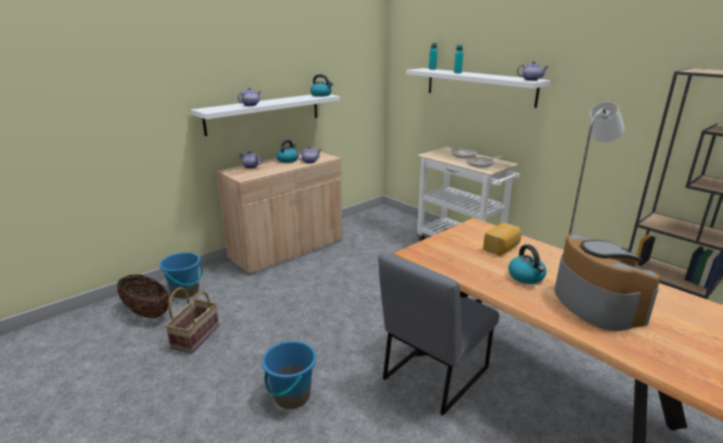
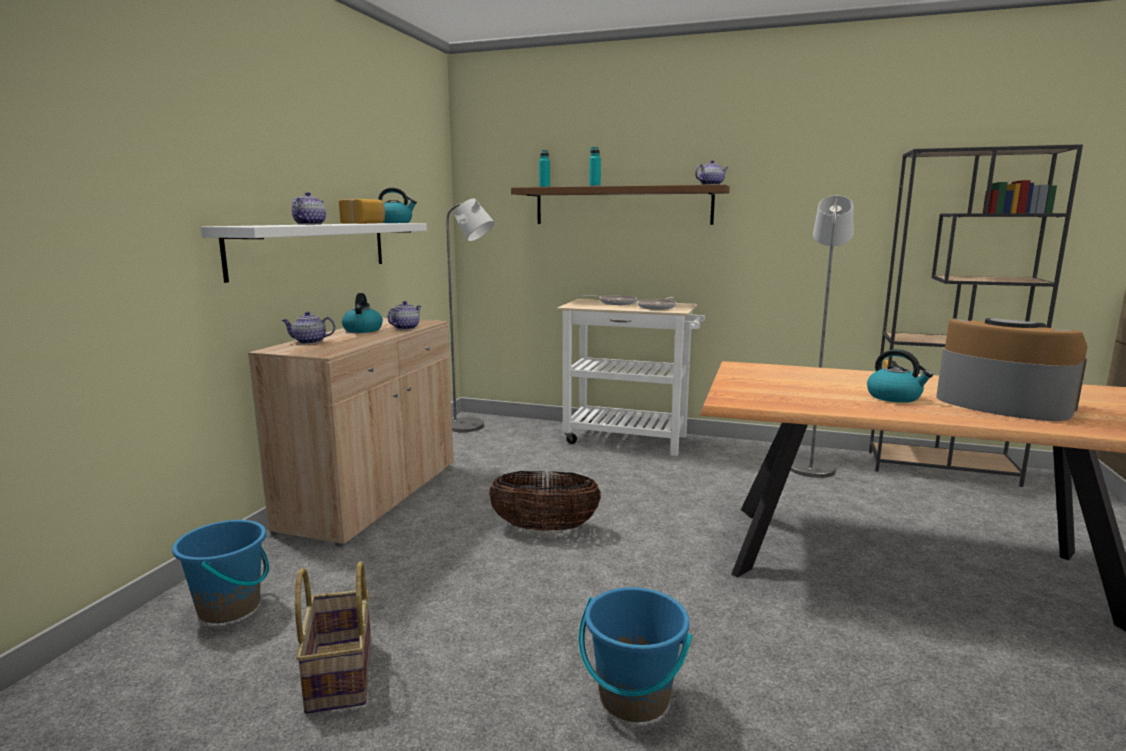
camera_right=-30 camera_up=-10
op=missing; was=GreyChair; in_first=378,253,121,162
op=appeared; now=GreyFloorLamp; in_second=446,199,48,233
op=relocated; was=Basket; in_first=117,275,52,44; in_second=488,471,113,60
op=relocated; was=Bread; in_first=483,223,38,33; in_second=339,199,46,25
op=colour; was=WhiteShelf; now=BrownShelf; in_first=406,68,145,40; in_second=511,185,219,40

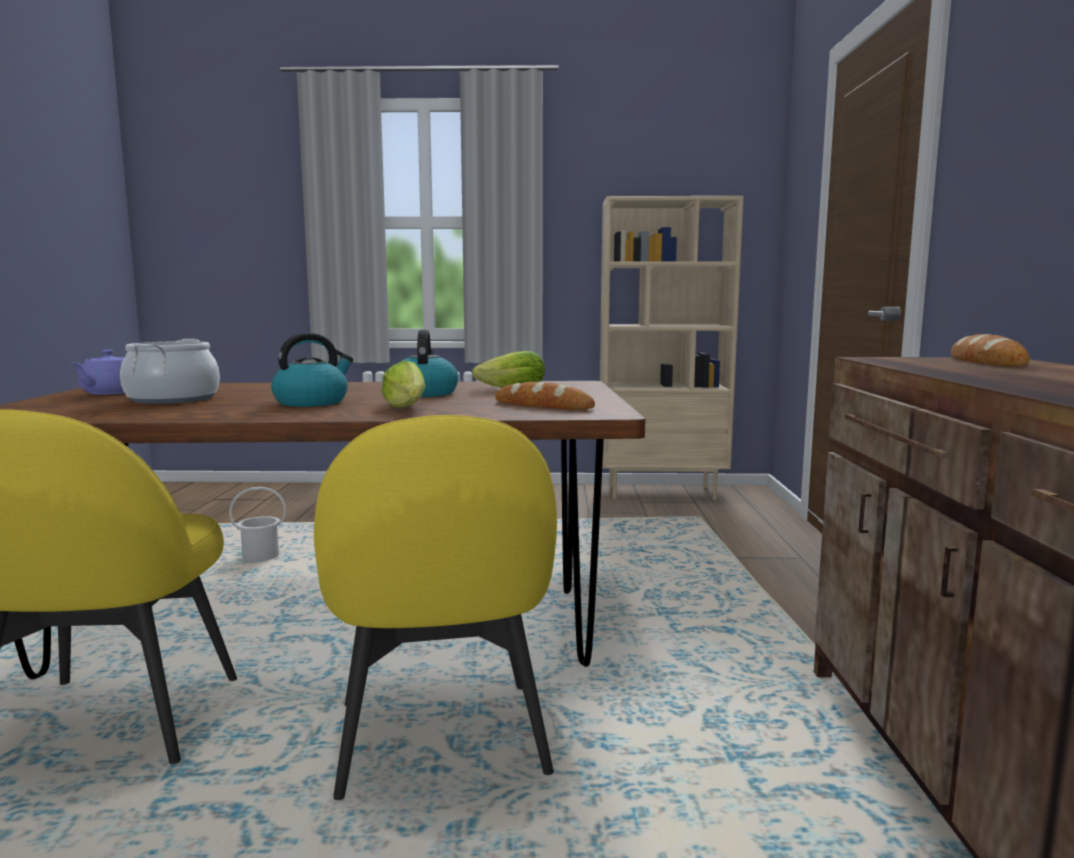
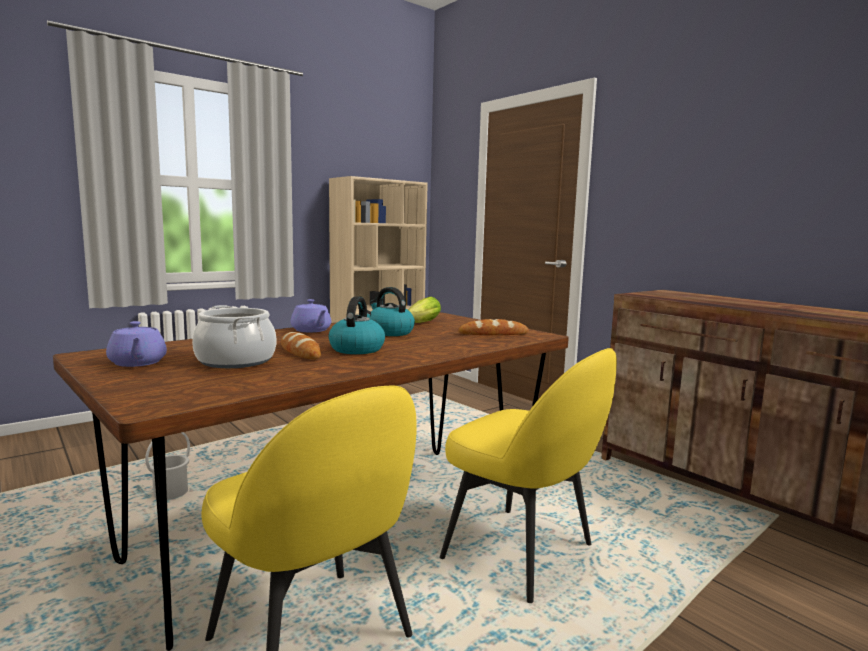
camera_right=-40 camera_up=0
op=missing; was=Lettuce; in_first=381,360,44,47
op=appeared; now=PurpleTeapot; in_second=291,299,40,33
op=relocated; was=Bread; in_first=951,334,79,33; in_second=281,332,40,27

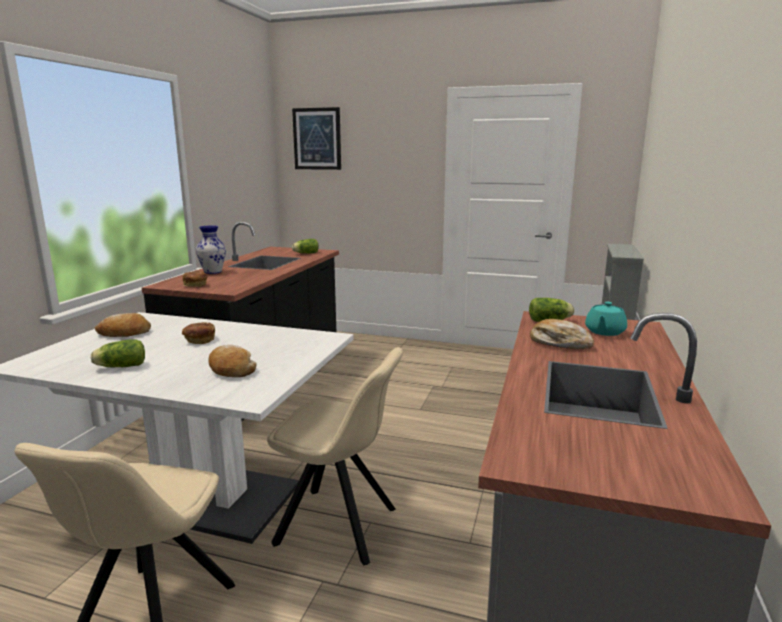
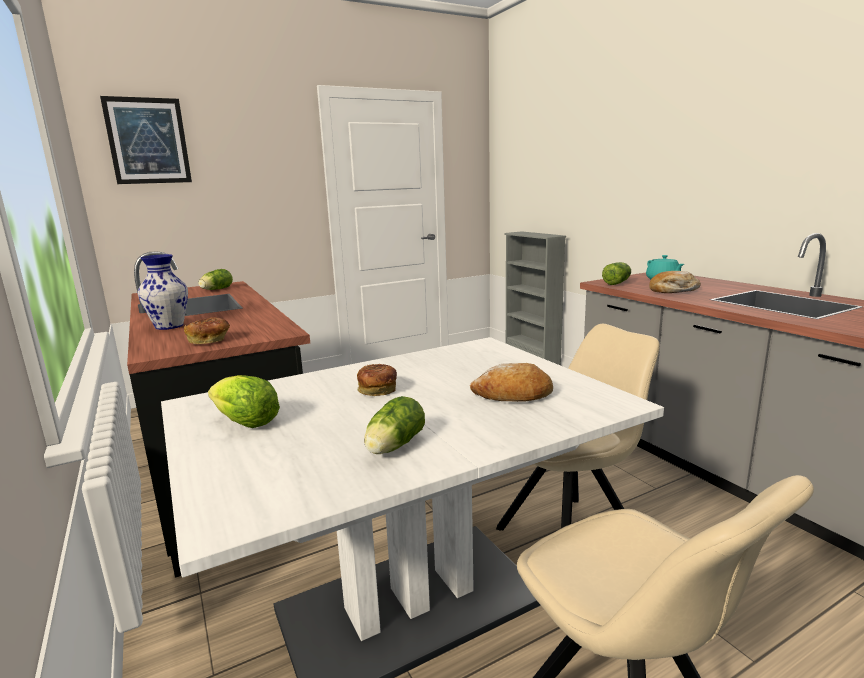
camera_right=-45 camera_up=0
op=exchanged; was=Bread; now=Lettuce; in_first=95,313,56,24; in_second=208,375,72,53

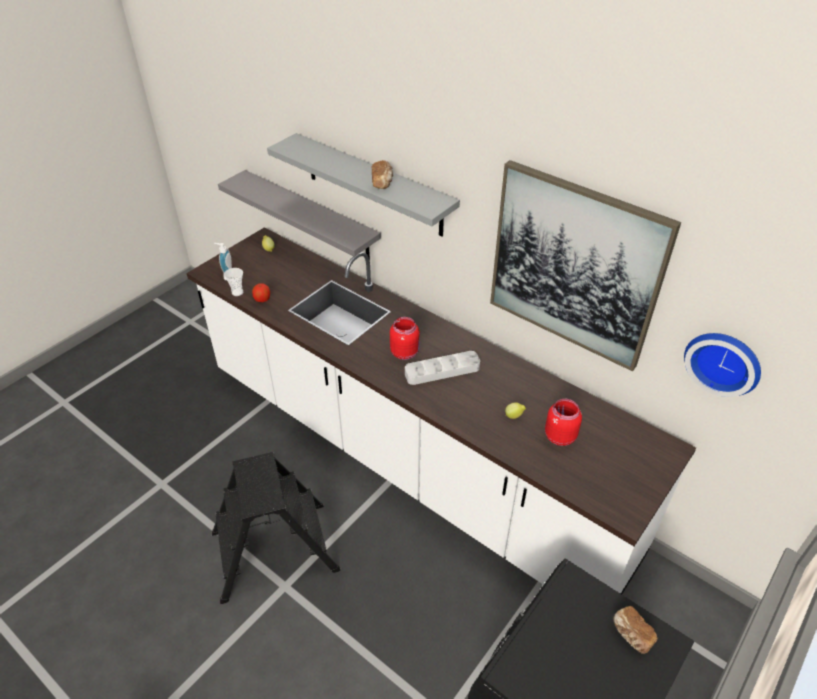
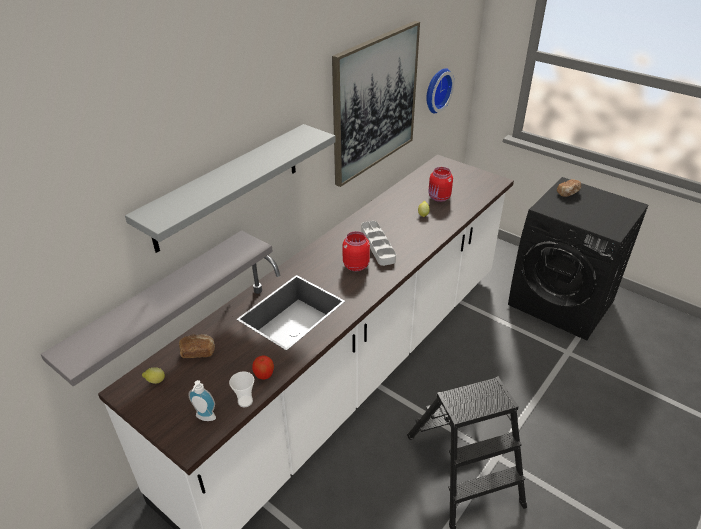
camera_right=-90 camera_up=-5
op=relocated; was=Bread; in_first=371,160,22,29; in_second=179,334,36,24

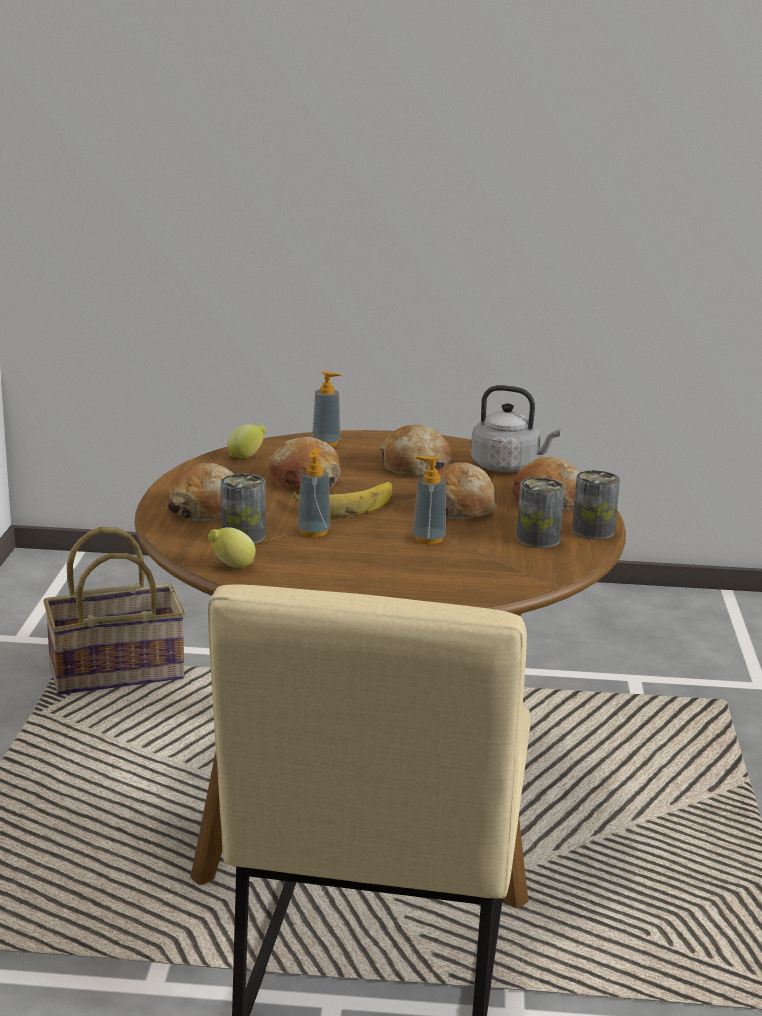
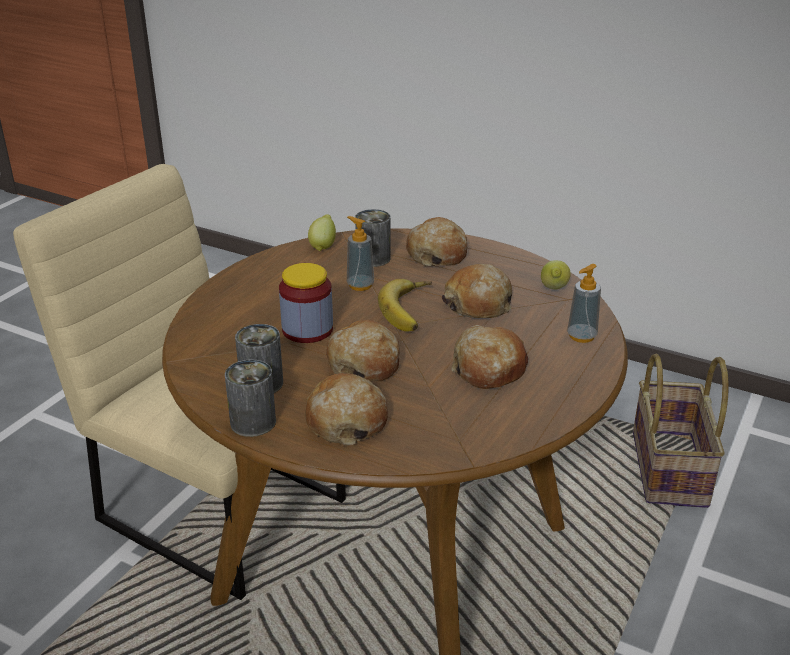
camera_right=115 camera_up=10
op=missing; was=GreyKettle; in_first=471,385,89,87
op=exchanged; was=SoapDispenser; now=Jar; in_first=413,456,33,88; in_second=279,263,54,80

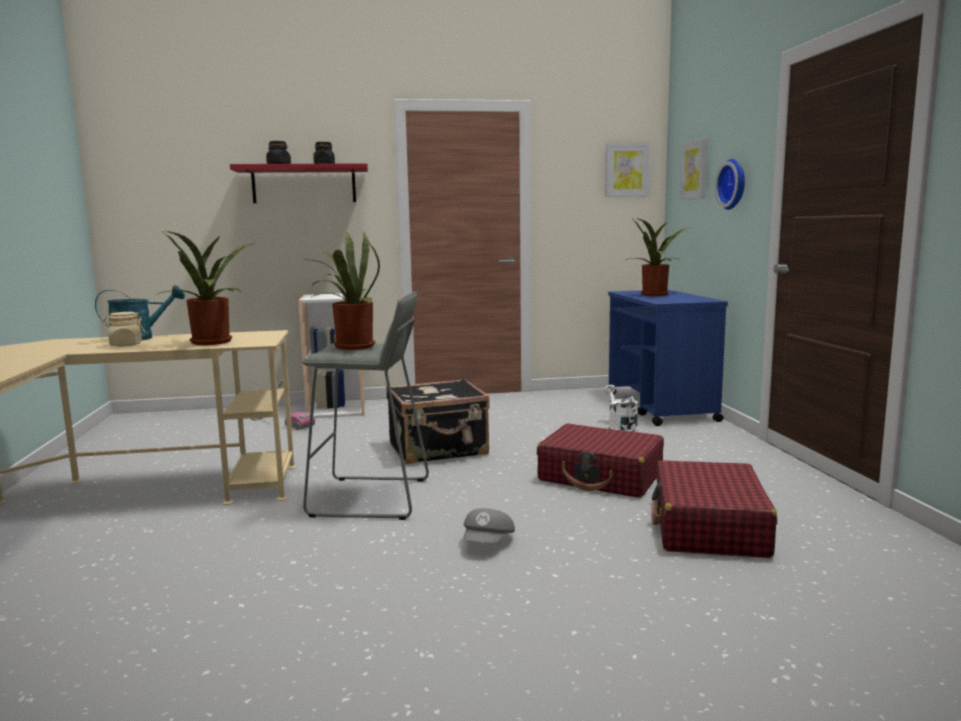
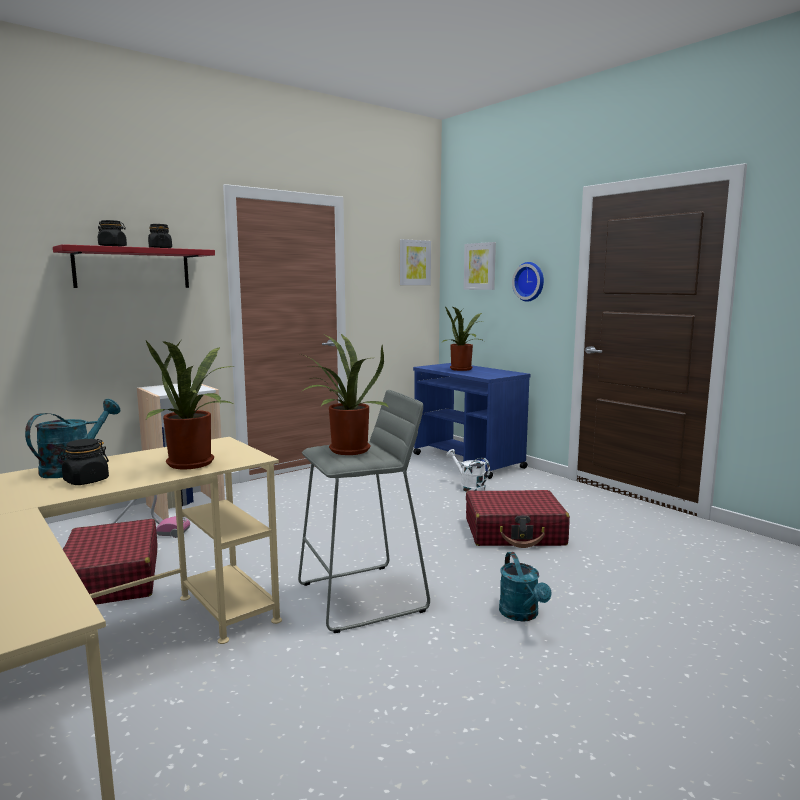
camera_right=-30 camera_up=0
op=missing; was=BlackSuitcase; in_first=386,379,103,85
op=relocated; was=RedSuitcase; in_first=652,460,125,98; in_second=63,519,94,86
op=exchanged; was=GreyCap; now=TurquoiseWateringCan; in_first=463,508,52,35; in_second=499,552,52,69
op=colour; was=BeigeJar; now=BlackJar; in_first=103,312,42,35; in_second=58,439,51,46

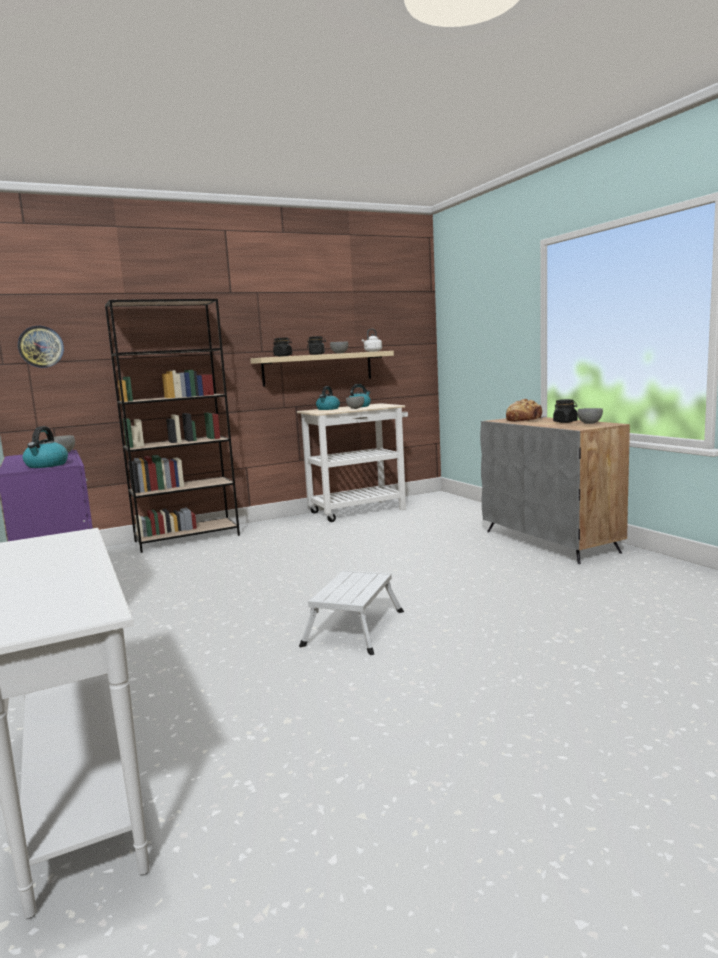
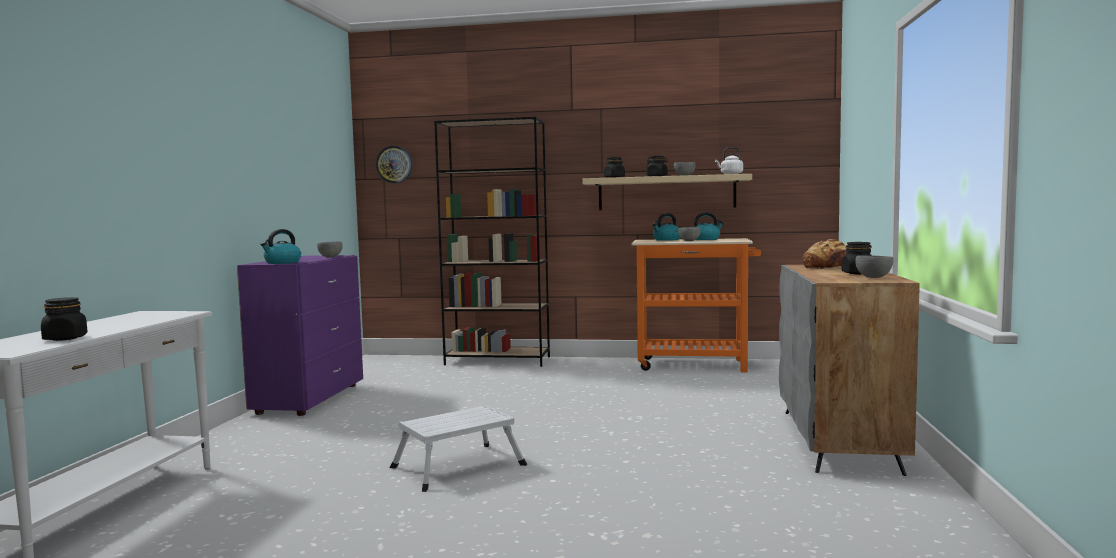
camera_right=35 camera_up=-5
op=appeared; now=BlackJar; in_second=41,297,47,44
op=colour; was=WhiteCart; now=OrangeCart; in_first=297,403,111,119; in_second=632,238,129,135

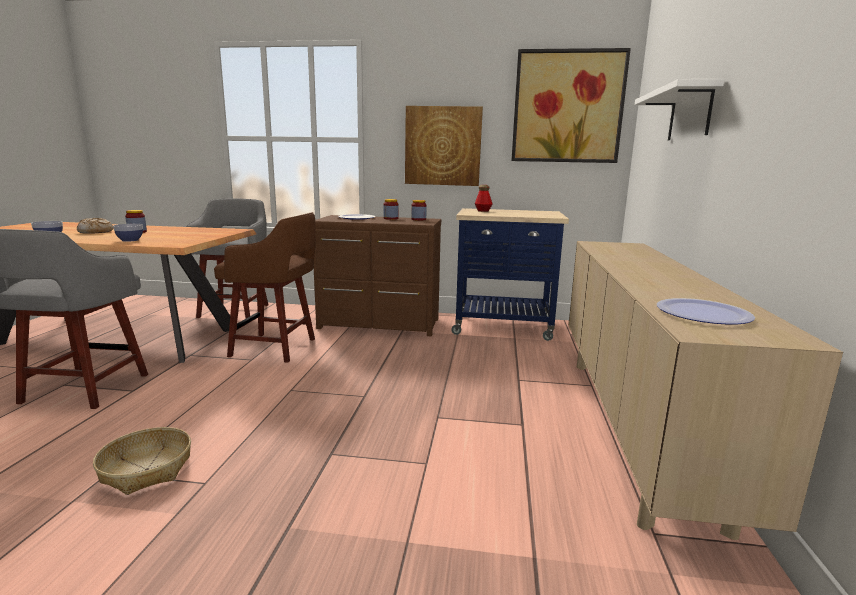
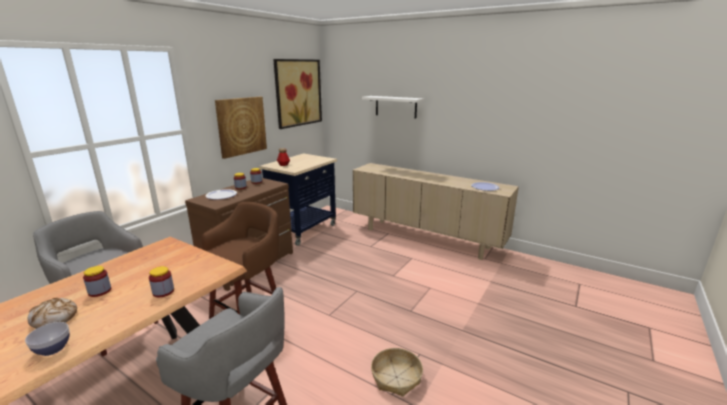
camera_right=-65 camera_up=5
op=exchanged; was=Bowl; now=Jar; in_first=113,224,30,18; in_second=149,266,25,31

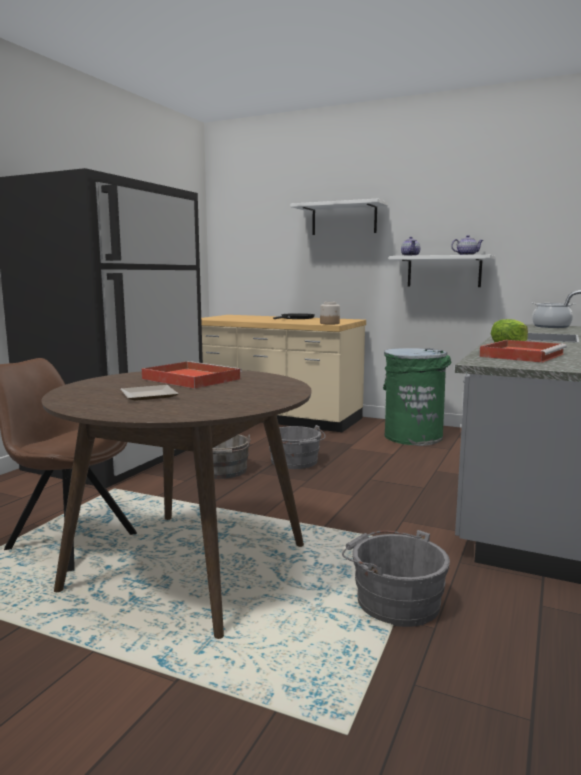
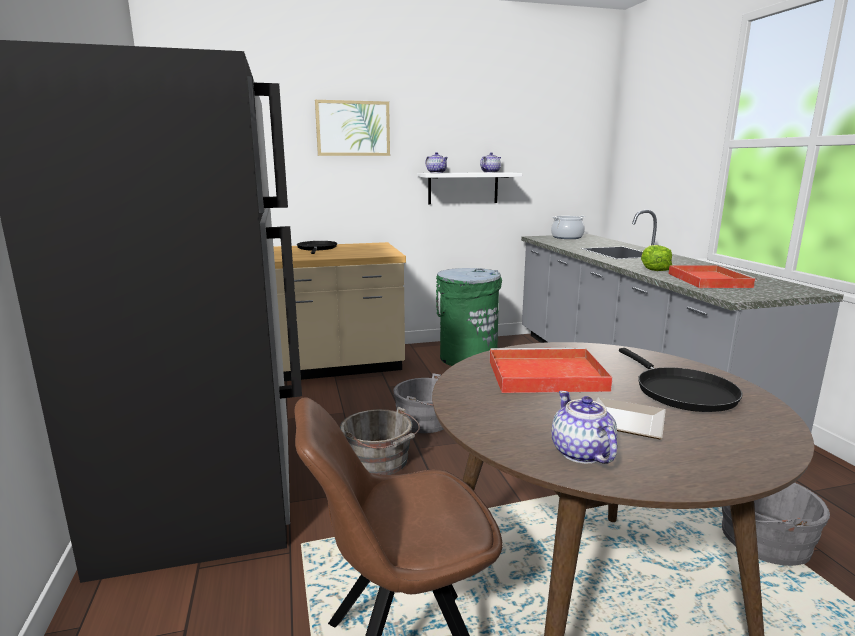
camera_right=-40 camera_up=5
op=missing; was=Jar; in_first=320,302,20,22
op=appeared; now=Teapot; in_second=551,391,66,73
op=appeared; now=BlackFryingPan; in_second=619,348,124,64
op=exchanged; was=WhiteShelf; now=Picture; in_first=290,198,98,37; in_second=315,100,75,56

